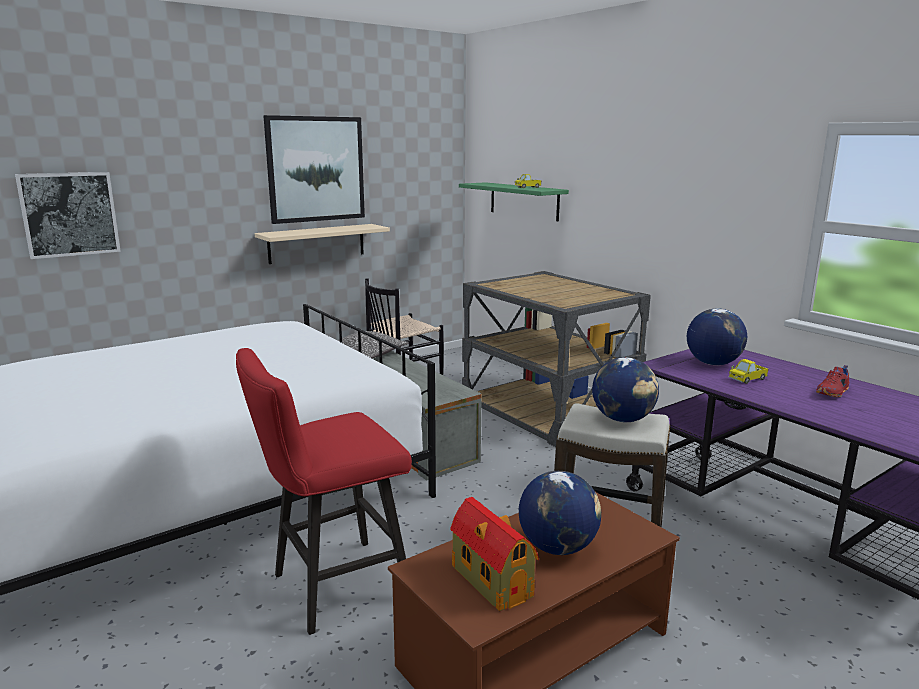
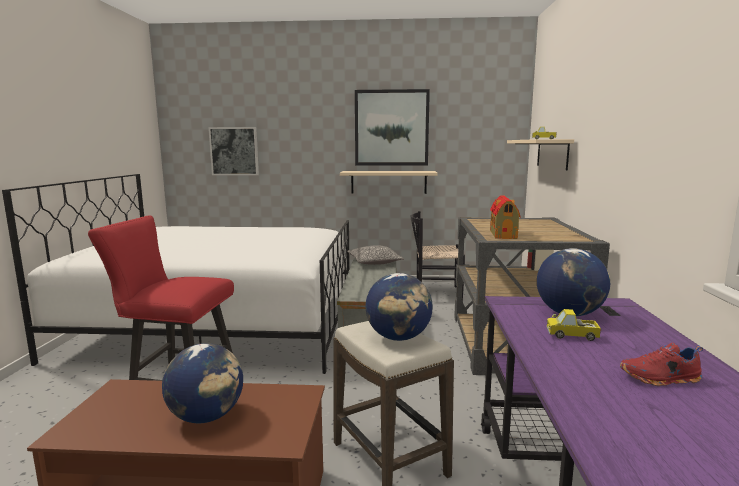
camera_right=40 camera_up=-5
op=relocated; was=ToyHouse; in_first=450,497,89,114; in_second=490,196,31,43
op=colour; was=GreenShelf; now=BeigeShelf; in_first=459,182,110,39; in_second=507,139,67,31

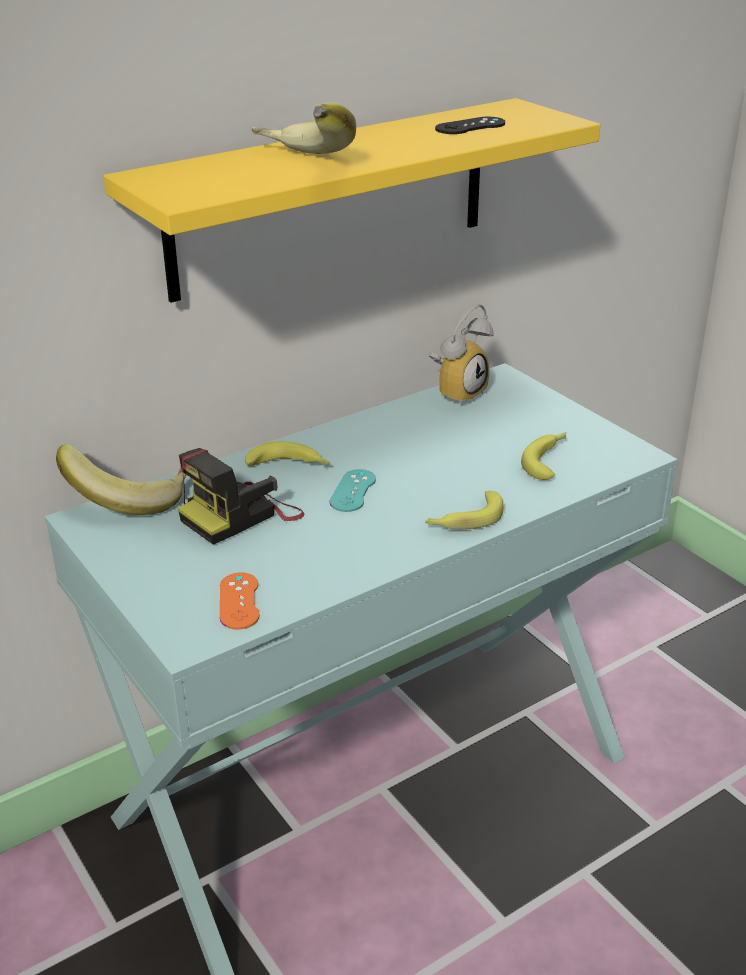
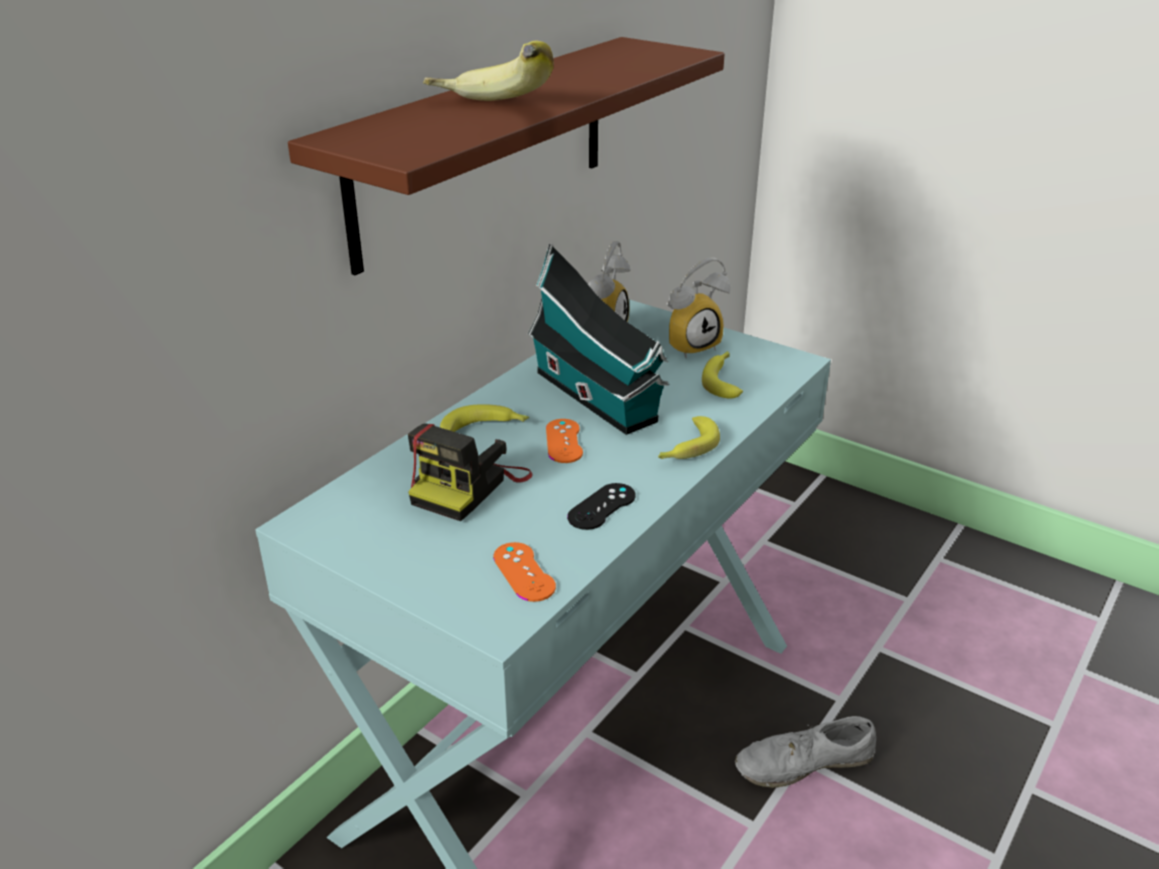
camera_right=-20 camera_up=0
op=missing; was=Banana; in_first=56,444,130,71
op=appeared; now=ToyHouse; in_second=528,243,142,192
op=appeared; now=AlarmClock; in_second=667,257,64,102
op=appeared; now=GreyShoe; in_second=735,716,141,72
op=relocated; was=BlackGameController; in_first=435,117,70,17; in_second=567,483,69,47
op=colour; was=YellowShelf; now=BrownShelf; in_first=103,98,497,205; in_second=288,37,437,238
op=colour; was=TurquoiseGameController; now=OrangeGameController; in_first=330,469,46,43; in_second=546,419,37,44

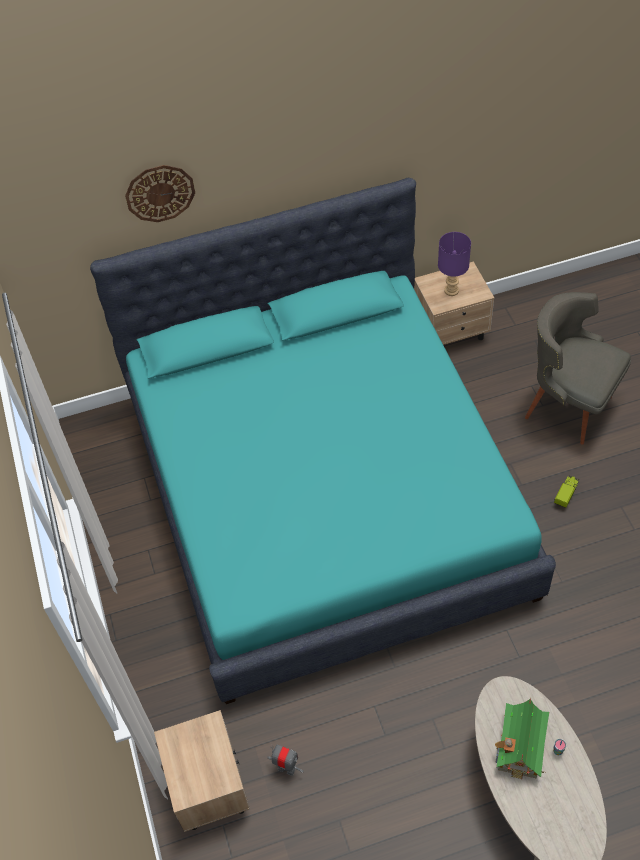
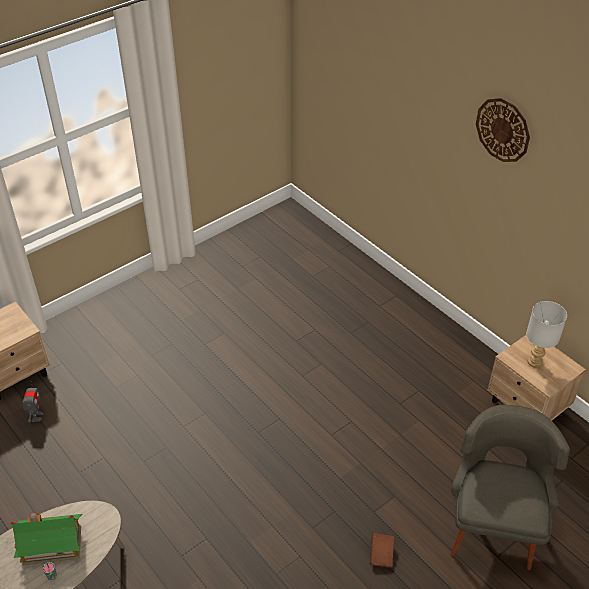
camera_right=65 camera_up=-10
op=missing; was=TurquoiseBed; in_first=90,178,466,526
op=relocated; was=WallClock; in_first=125,165,70,57; in_second=476,98,54,64
op=exchanged; was=ToyTruck; now=BrownBook; in_first=554,476,25,32; in_second=370,533,24,34
op=colour; was=PurpleTableLamp; now=GreyTableLamp; in_first=438,232,33,64; in_second=526,301,41,67

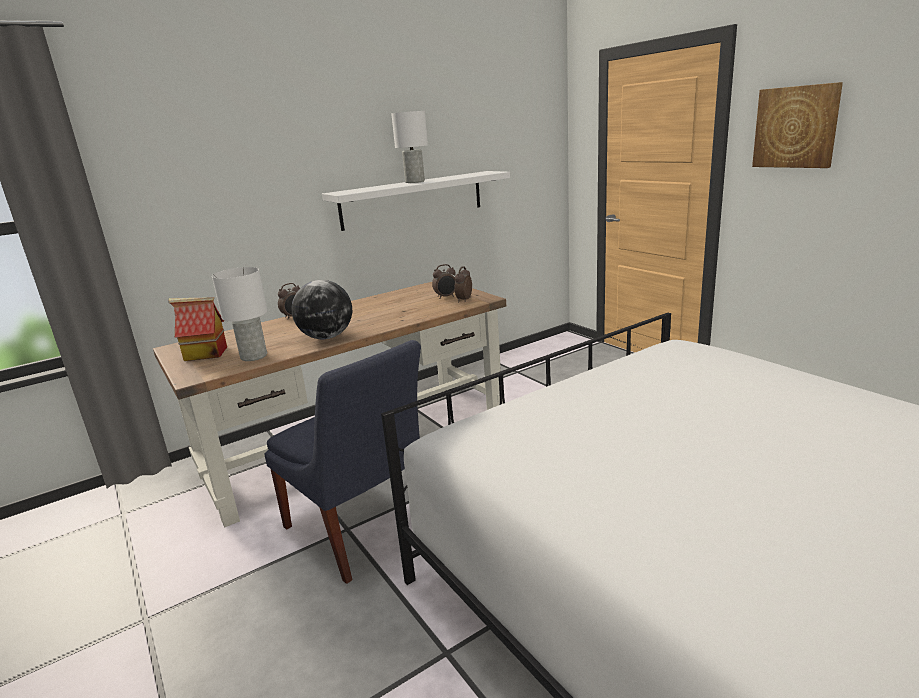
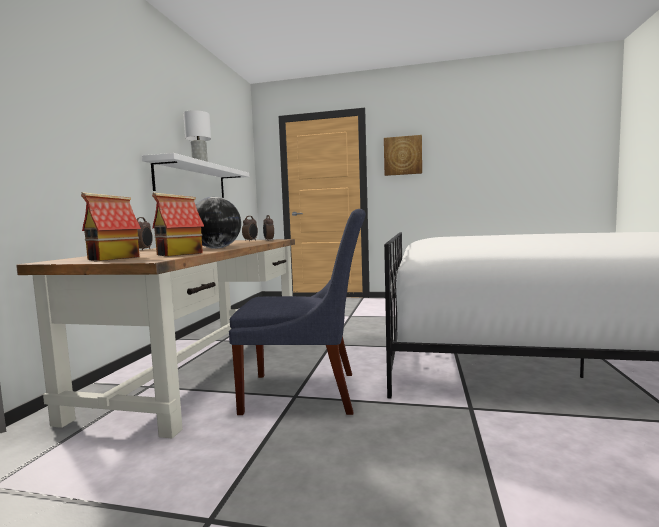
camera_right=-45 camera_up=-15
op=exchanged; was=WhiteTableLamp; now=ToyHouse; in_first=212,267,55,94; in_second=152,193,52,63

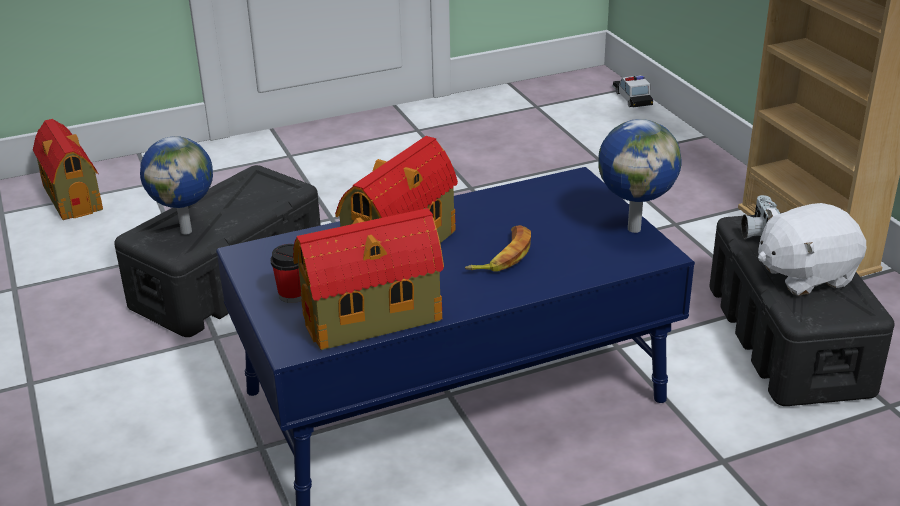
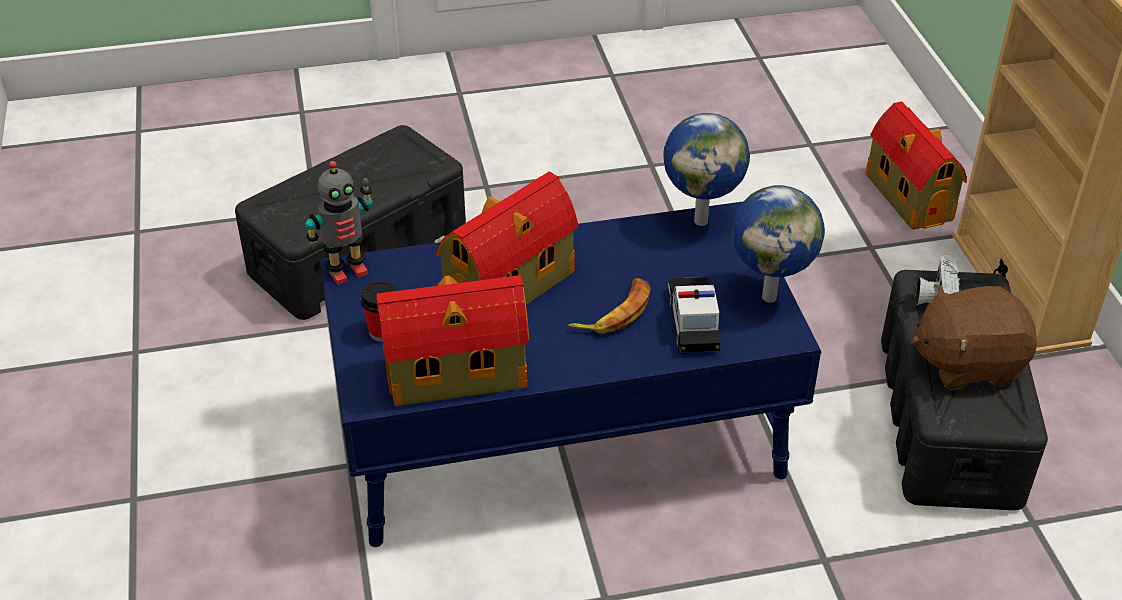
camera_right=10 camera_up=10
op=appeared; now=ToyRobot; in_second=305,161,68,124
op=relocated; was=ToyHouse; in_first=33,119,70,101; in_second=865,101,102,129
op=relocated; was=Globe; in_first=140,136,73,99; in_second=663,113,87,113
op=relocated; was=ToyCar; in_first=612,75,41,32; in_second=668,277,52,76
op=colour; was=WhitePlushToy; now=BrownPlushToy; in_first=758,203,109,93; in_second=911,284,126,106

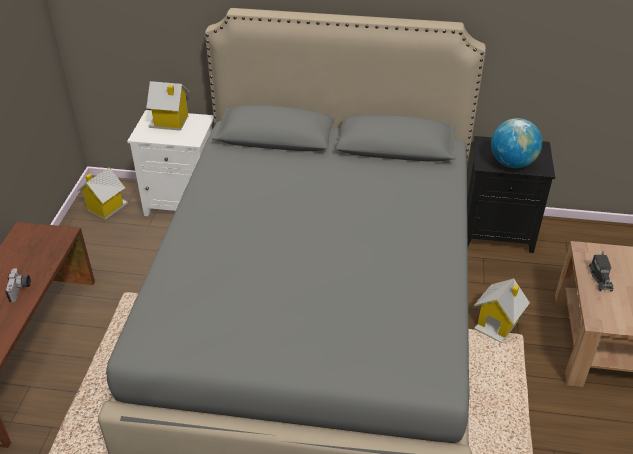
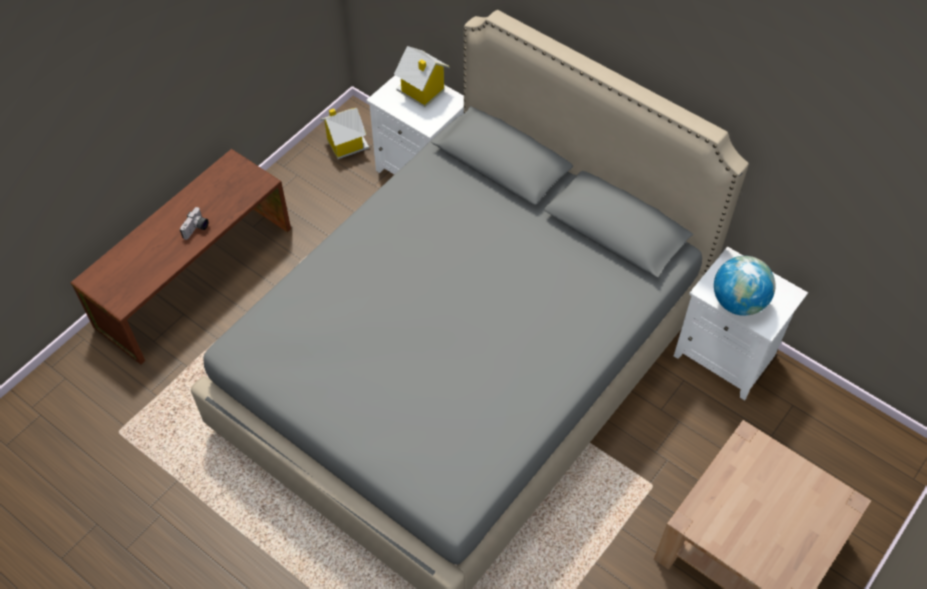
camera_right=30 camera_up=15
op=missing; was=ToyHouse; in_first=474,279,56,64
op=missing; was=ToyTruck; in_first=589,251,25,41
op=colour; was=BlackNightstand; now=WhiteNightstand; in_first=467,136,88,117; in_second=674,246,134,154

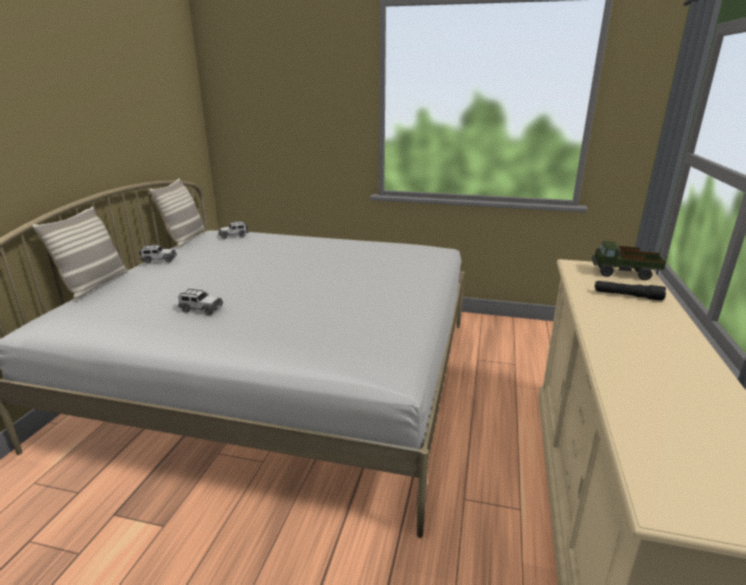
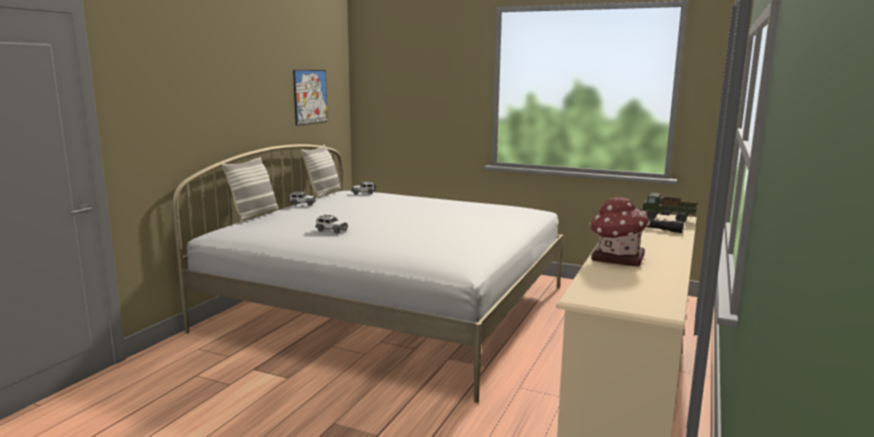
camera_right=10 camera_up=-10
op=appeared; now=Picture; in_second=293,70,35,56
op=appeared; now=ToyHouse; in_second=590,196,60,70

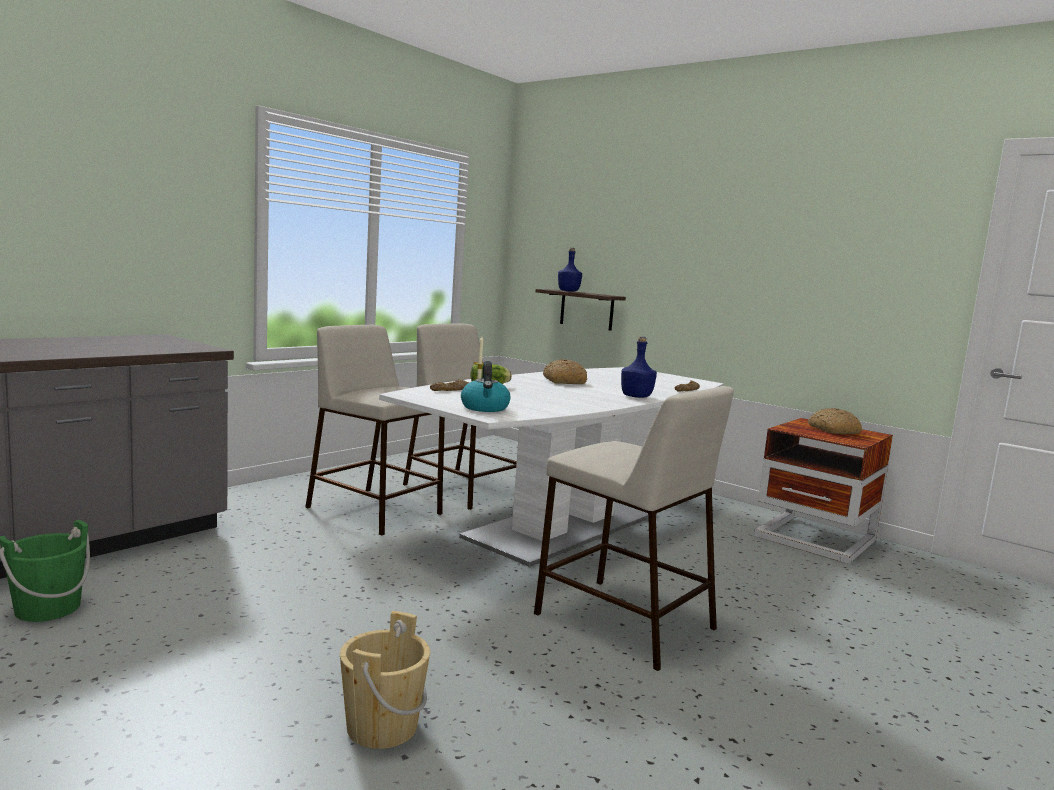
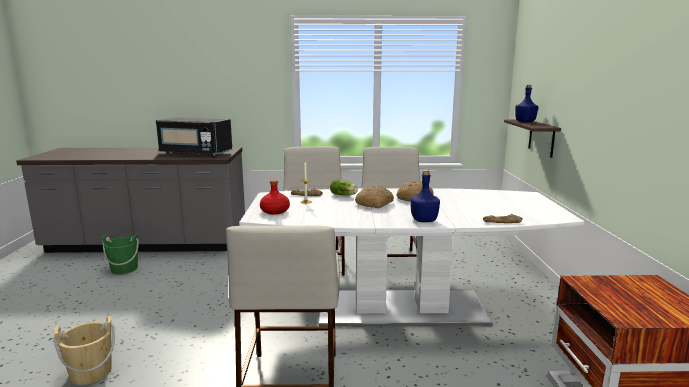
camera_right=50 camera_up=5
op=appeared; now=BlackMicrowave; in_second=156,117,76,39
op=relocated; was=Bread; in_first=808,408,54,26; in_second=355,185,39,23
op=exchanged; was=Kettle; now=RedBottle; in_first=461,361,50,51; in_second=260,180,30,35

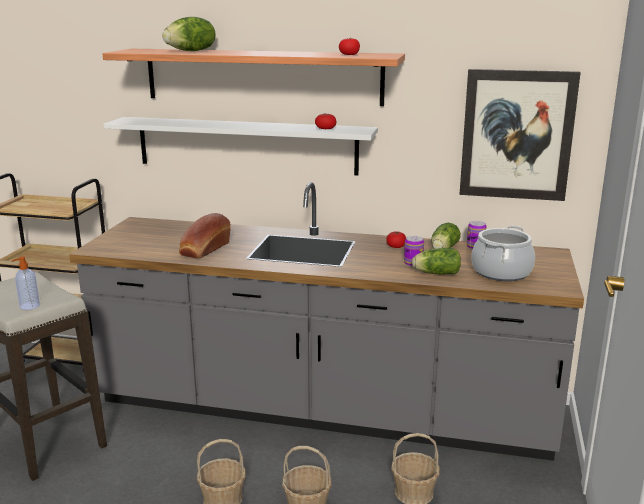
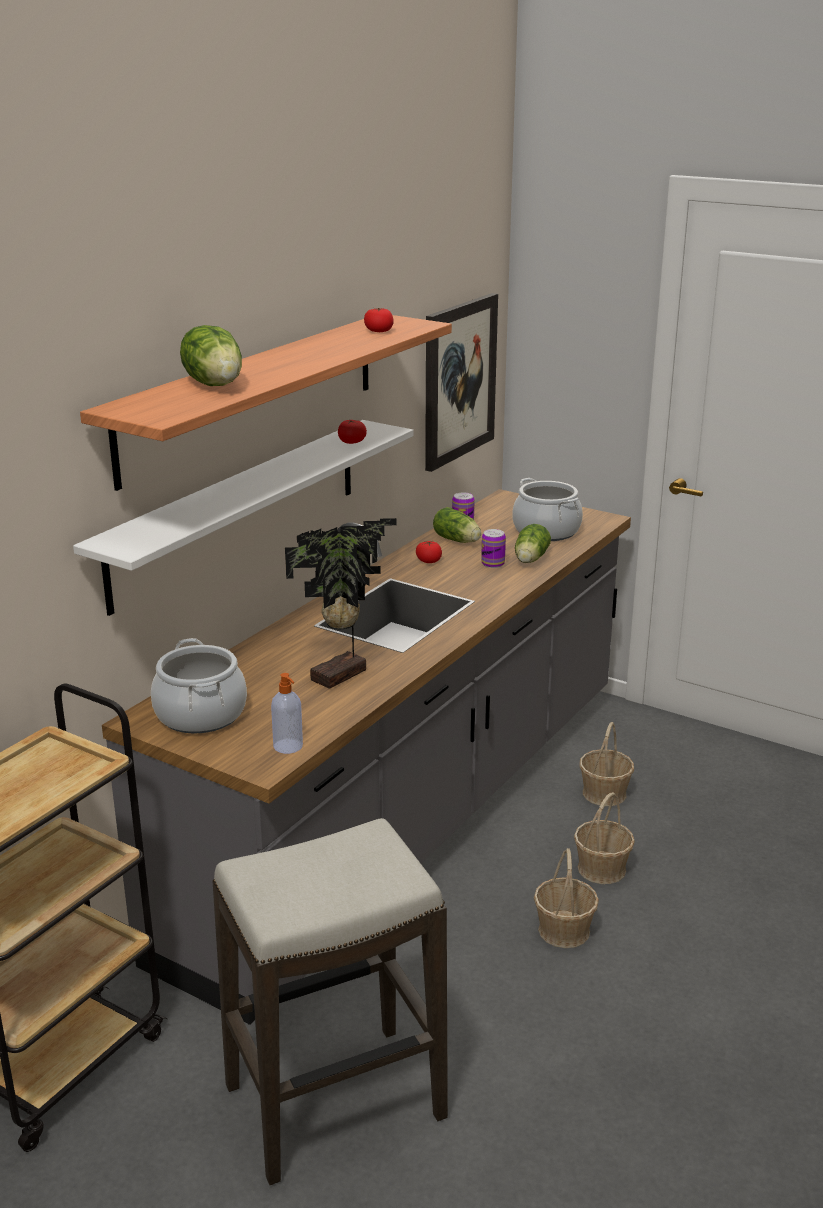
camera_right=-70 camera_up=5
op=appeared; now=CookingPot; in_second=151,638,96,95
op=relocated; was=SoapDispenser; in_first=12,256,28,54; in_second=271,673,32,81
op=exchanged; was=Bread; now=PottedPlant; in_first=179,213,52,46; in_second=285,518,111,171

